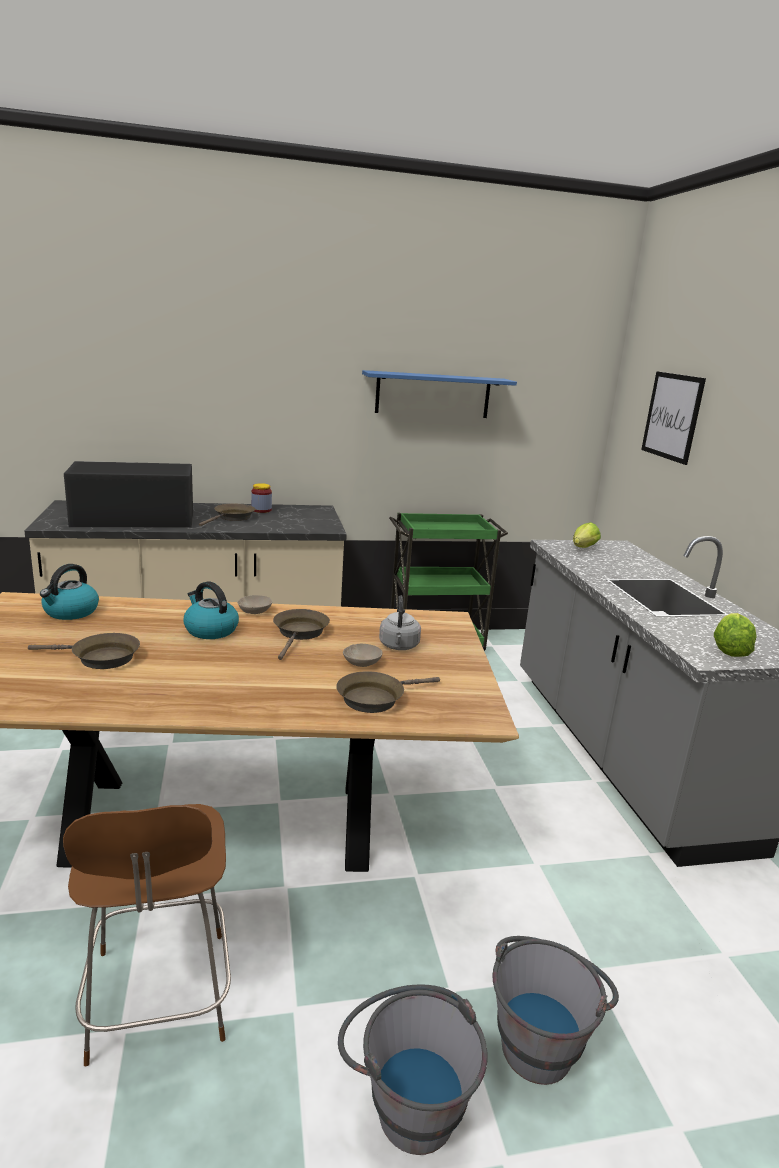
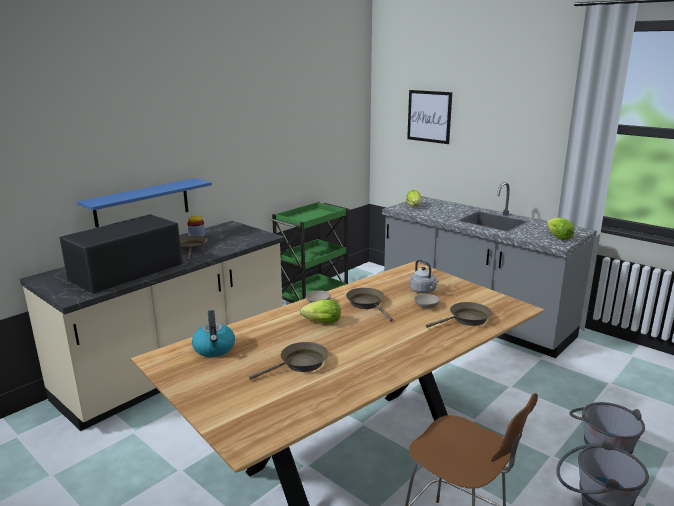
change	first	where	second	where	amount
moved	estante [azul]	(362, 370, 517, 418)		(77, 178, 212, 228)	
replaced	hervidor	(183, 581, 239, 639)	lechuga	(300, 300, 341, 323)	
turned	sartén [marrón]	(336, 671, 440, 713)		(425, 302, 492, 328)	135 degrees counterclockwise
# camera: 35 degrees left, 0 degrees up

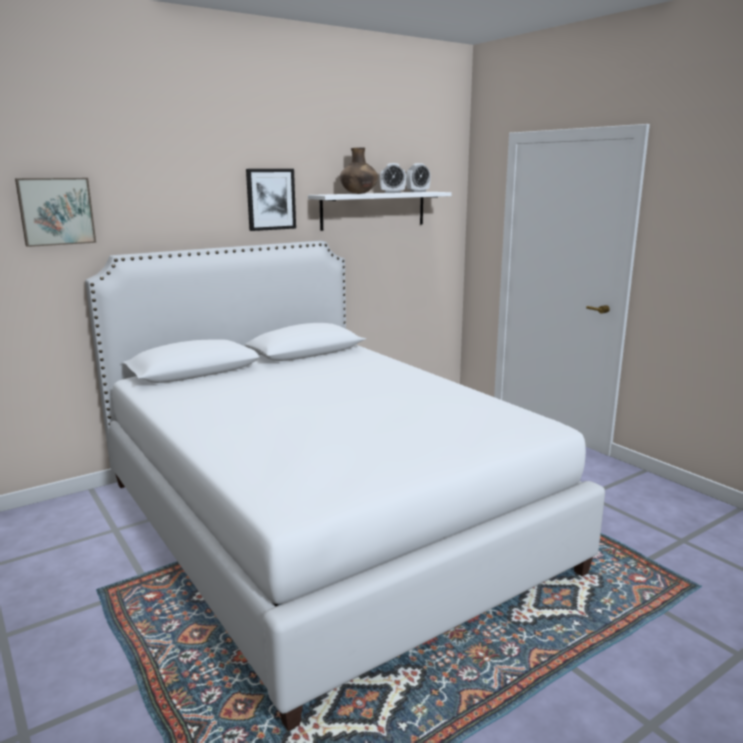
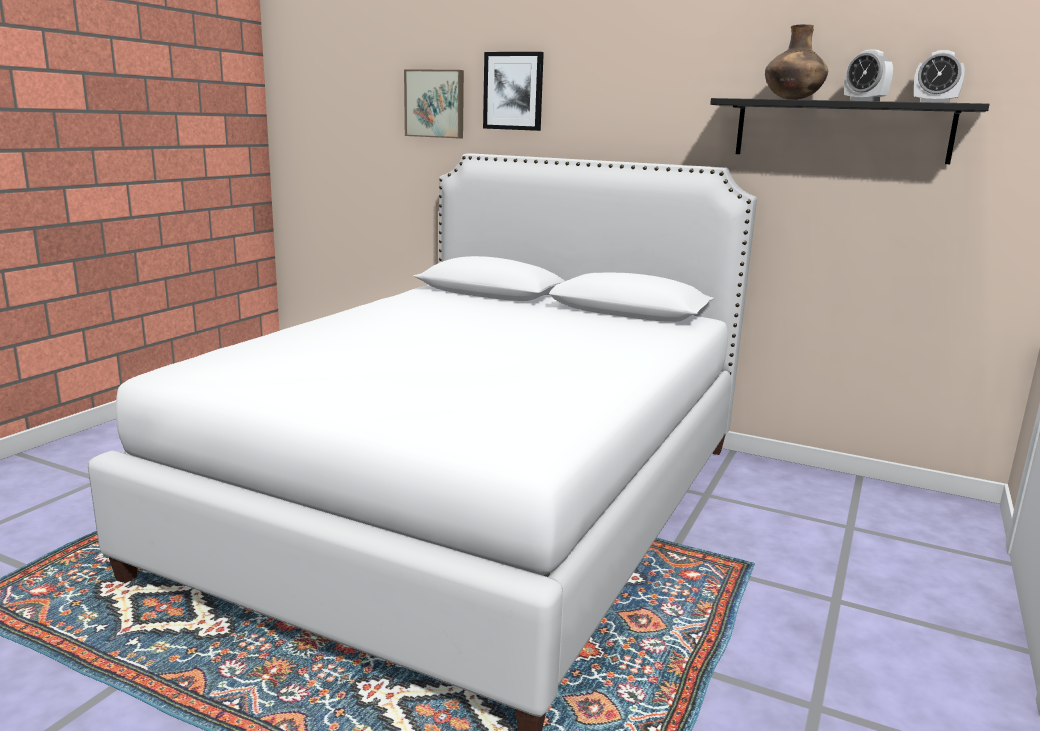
change	first	where	second	where	amount
moved	cuadro	(246, 169, 296, 231)		(483, 52, 544, 131)	
recoloured	estante [blanco]	(308, 192, 452, 231)	estante [negro]	(710, 98, 990, 164)	
# camera: 60 degrees right, 0 degrees up

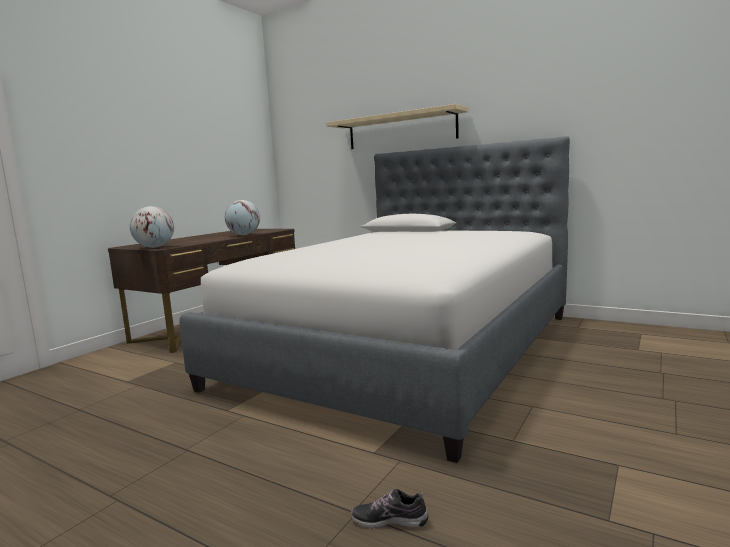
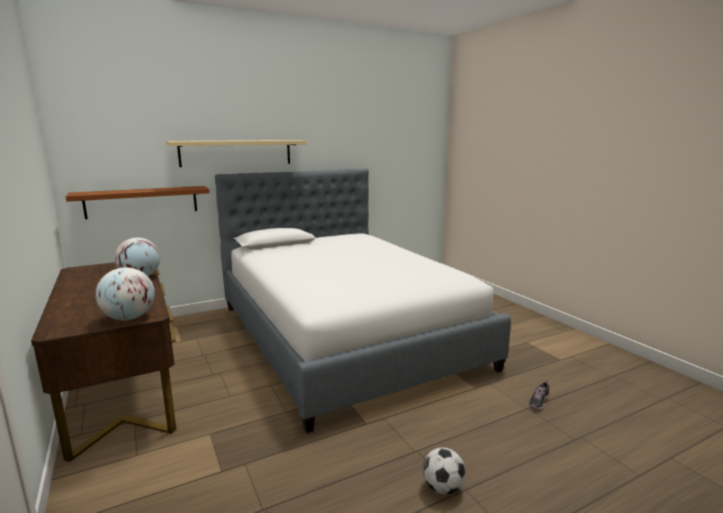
change	first	where	second	where	amount
added			estante [marrón]	(66, 186, 209, 219)	
added			balón de fútbol	(423, 447, 466, 495)	
# camera: 60 degrees left, 5 degrees up

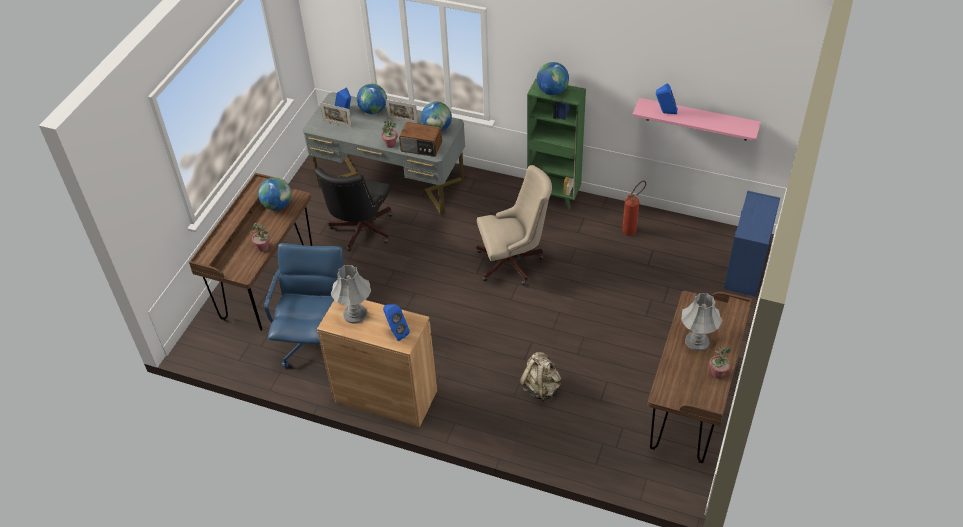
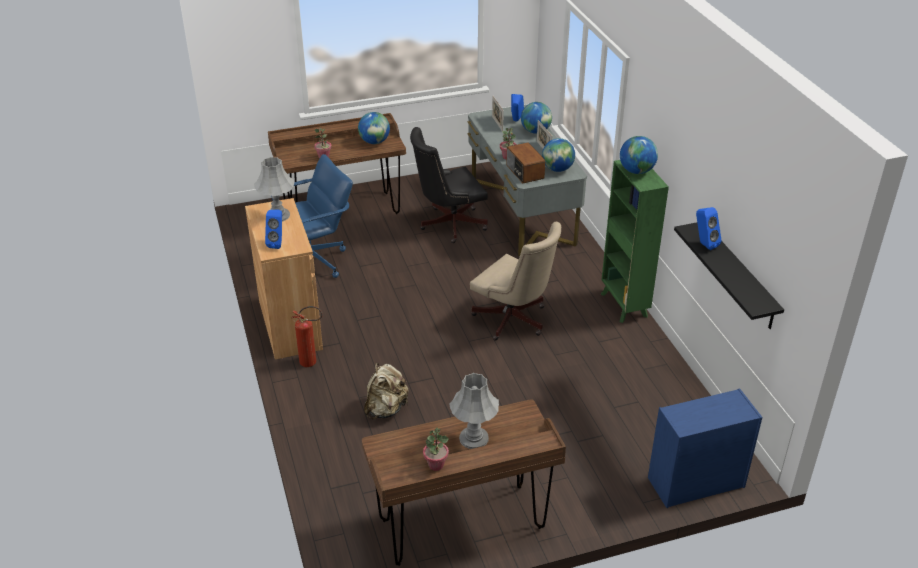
change	first	where	second	where	amount
moved	extintor	(622, 181, 646, 236)		(292, 306, 323, 367)	
recoloured	estante [rosa]	(632, 98, 761, 141)	estante [negro]	(674, 222, 784, 329)	
# camera: 50 degrees right, 10 degrees down

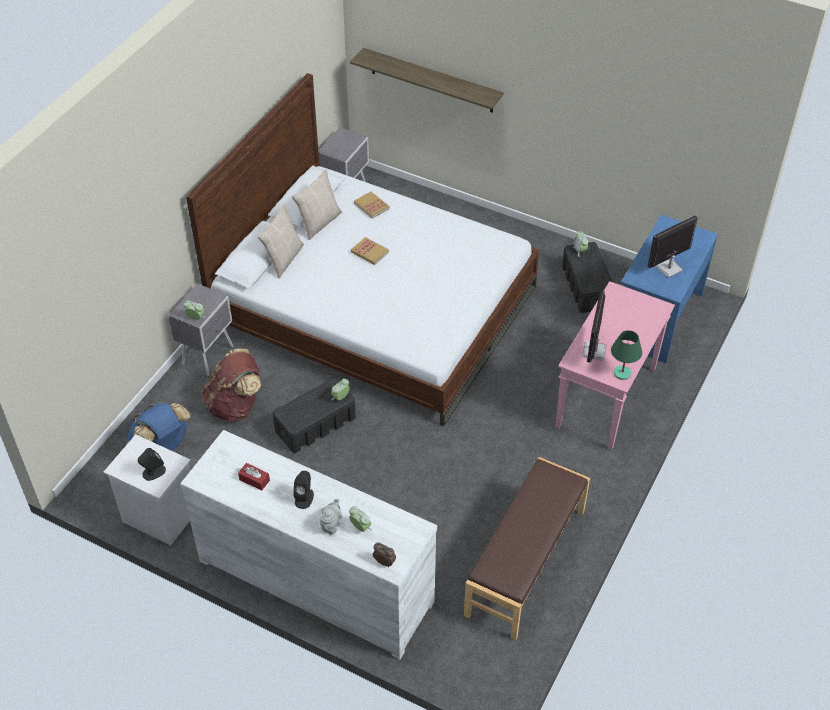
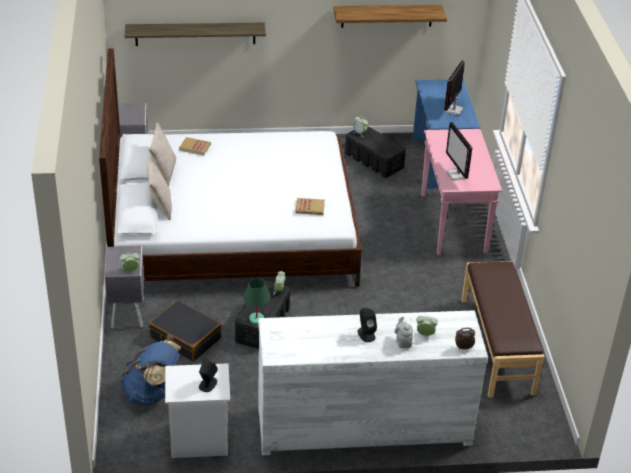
change	first	where	second	where	amount
replaced	mochila [marrón]	(201, 349, 261, 422)	maleta [negro]	(149, 300, 222, 362)	
moved	lámpara de mesa [verde]	(611, 330, 642, 380)		(243, 278, 271, 324)	
moved	libro	(351, 237, 389, 265)		(295, 198, 325, 215)	
added			estante	(333, 5, 447, 28)	
removed	caja de pañuelos [rojo]	(238, 463, 270, 491)			
# camera: 35 degrees left, 10 degrees down

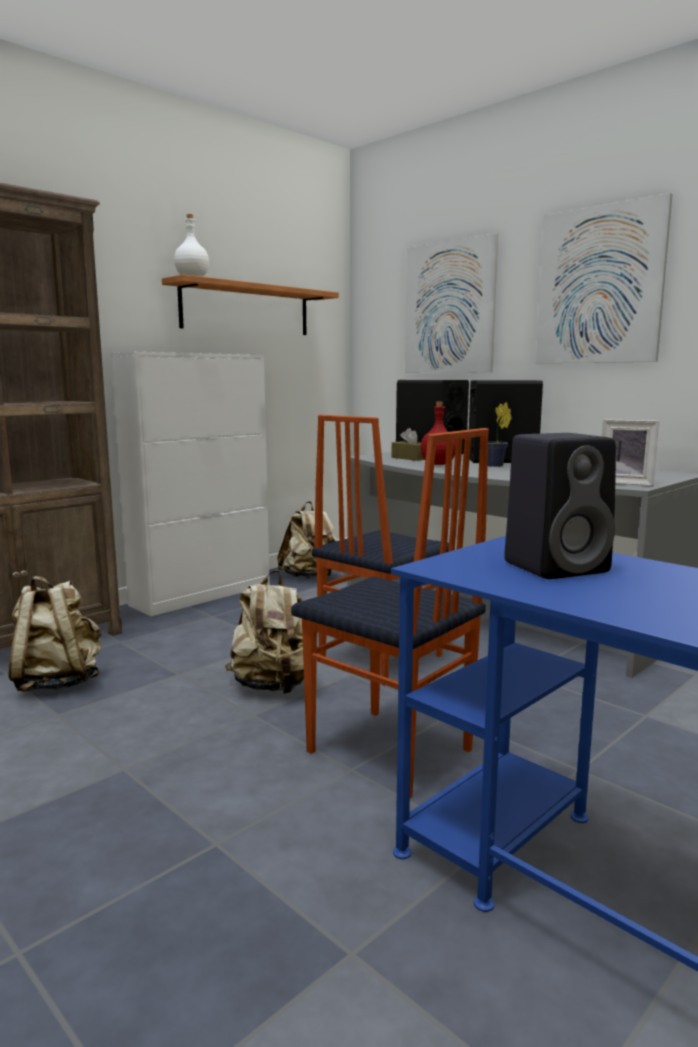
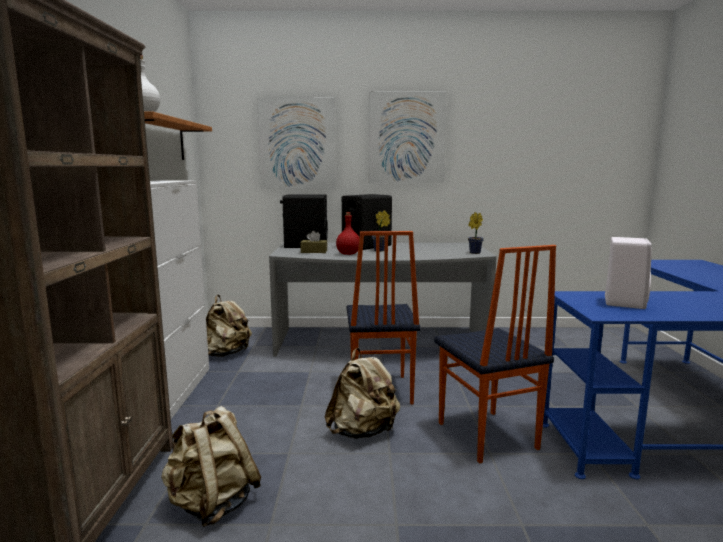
change	first	where	second	where	amount
turned	silla	(291, 428, 489, 798)		(434, 245, 556, 463)	75 degrees clockwise
replaced	portarretratos	(602, 419, 659, 486)	planta en maceta	(468, 212, 484, 254)	
recoloured	altavoz [negro]	(504, 433, 616, 579)	altavoz [blanco]	(605, 237, 652, 309)	
# camera: 45 degrees left, 0 degrees up

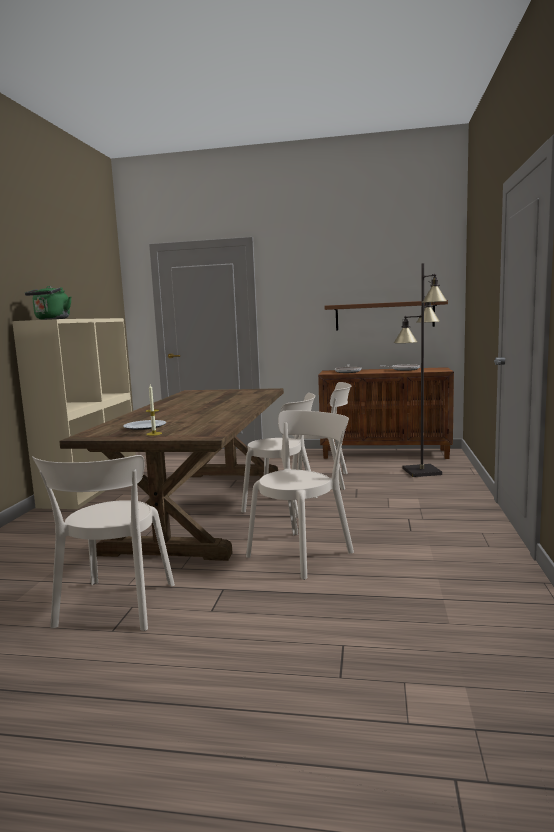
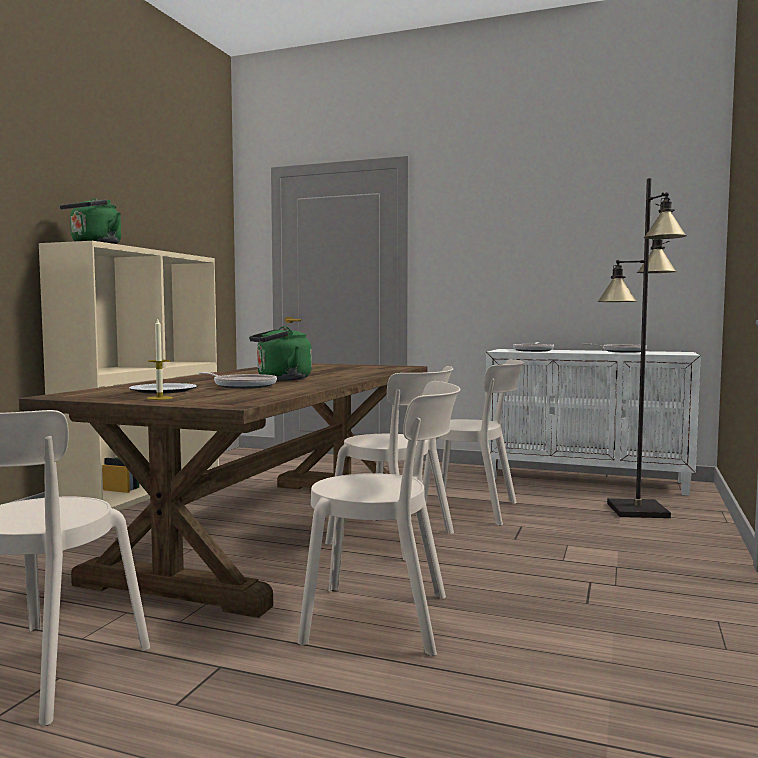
change	first	where	second	where	amount
added			sartén	(199, 372, 277, 389)	
added			hervidor [verde]	(249, 326, 312, 380)	
turned	silla [beis]	(246, 410, 354, 580)		(297, 381, 461, 656)	45 degrees clockwise
recoloured	armario [marrón]	(318, 367, 454, 459)	armario [blanco]	(486, 349, 701, 496)	
removed	estante [marrón]	(324, 300, 448, 330)			
# camera: 10 degrees right, 5 degrees down

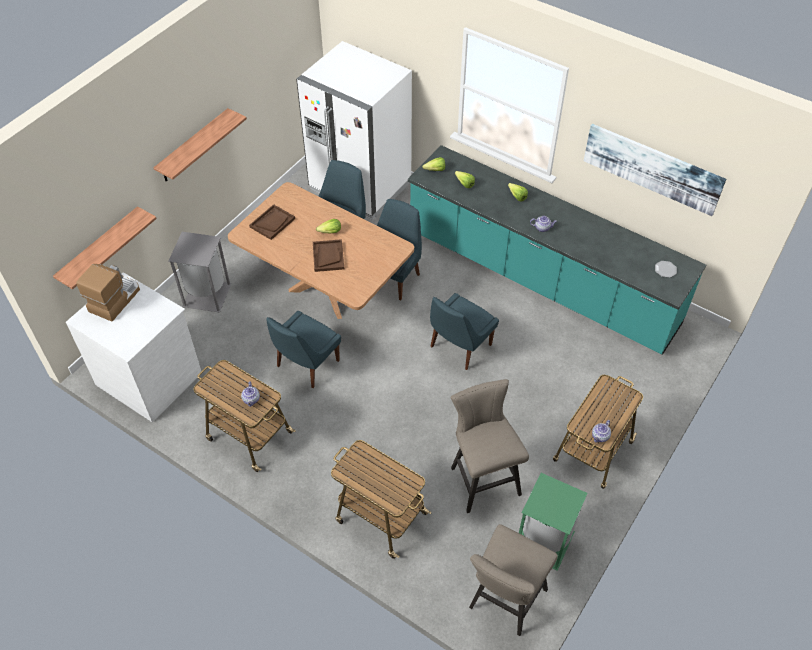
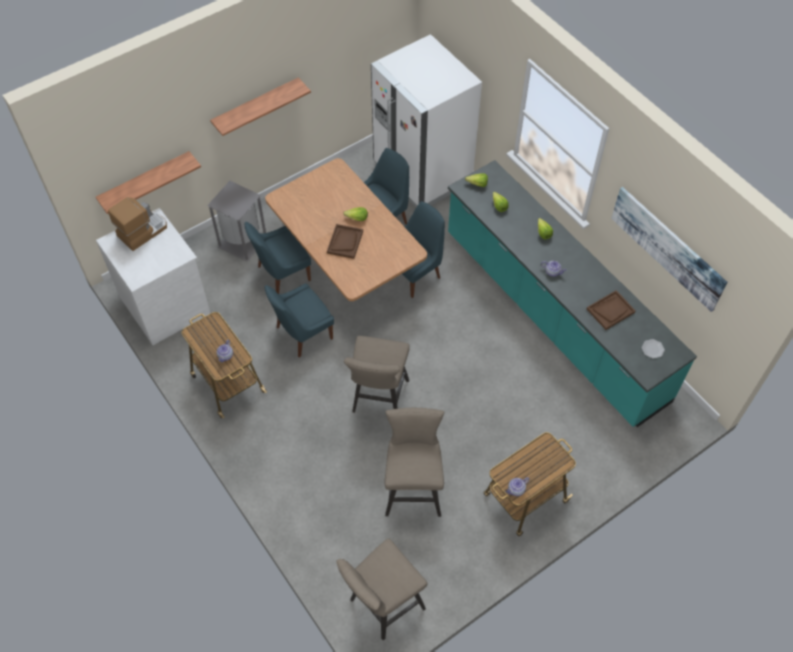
change	first	where	second	where	amount
moved	silla [azul]	(430, 293, 499, 370)		(245, 222, 311, 294)	
added			taburete [beis]	(344, 336, 410, 413)	
moved	bandeja [marrón]	(249, 204, 295, 240)		(587, 290, 636, 330)	
removed	carrito	(331, 440, 432, 559)			
removed	papelera [verde]	(519, 473, 588, 571)			
# camera: 20 degrees right, 5 degrees up

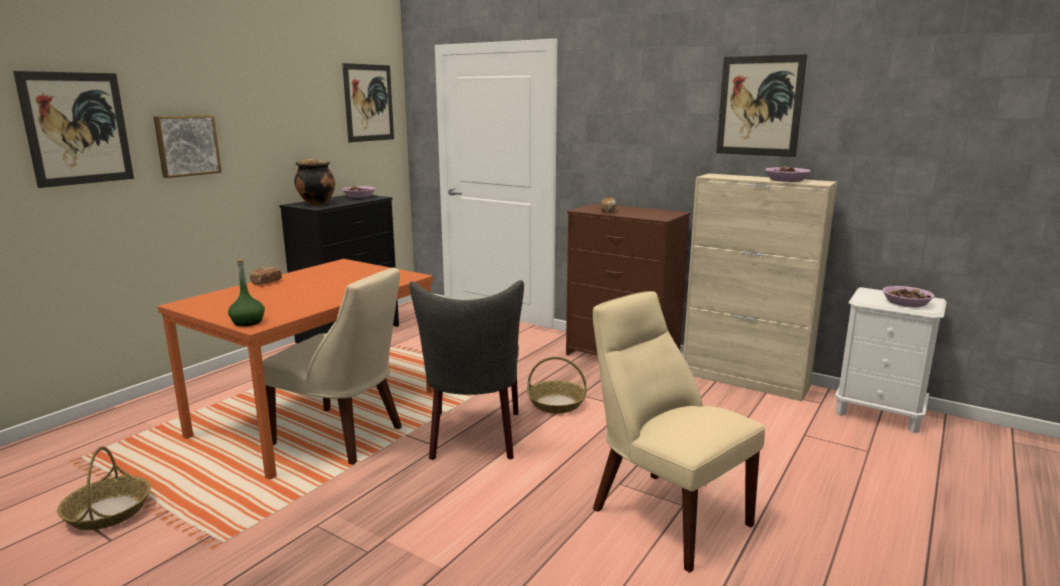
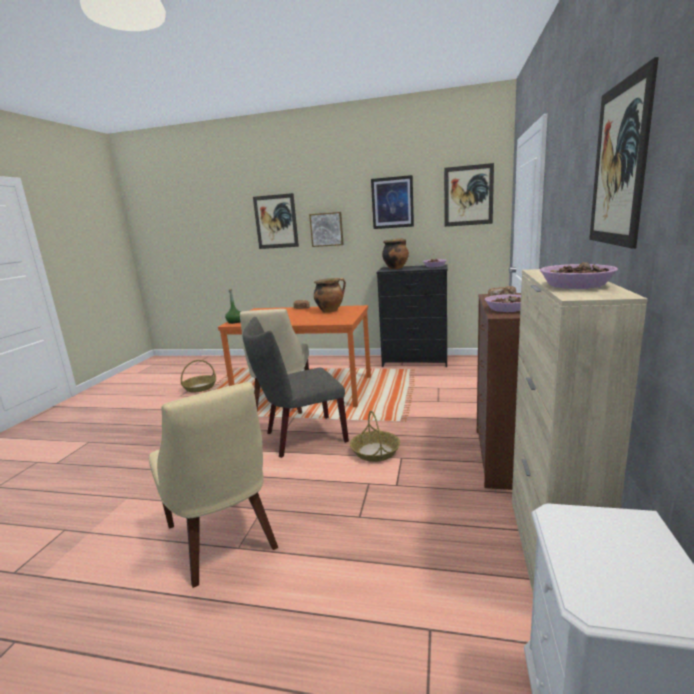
change	first	where	second	where	amount
turned	silla [beis]	(593, 291, 765, 573)		(149, 382, 278, 588)	120 degrees clockwise
added			olla	(314, 278, 346, 312)	
added			cuadro	(371, 175, 414, 229)	
moved	cuenco	(883, 286, 935, 307)		(485, 294, 521, 312)	
# camera: 70 degrees right, 0 degrees up

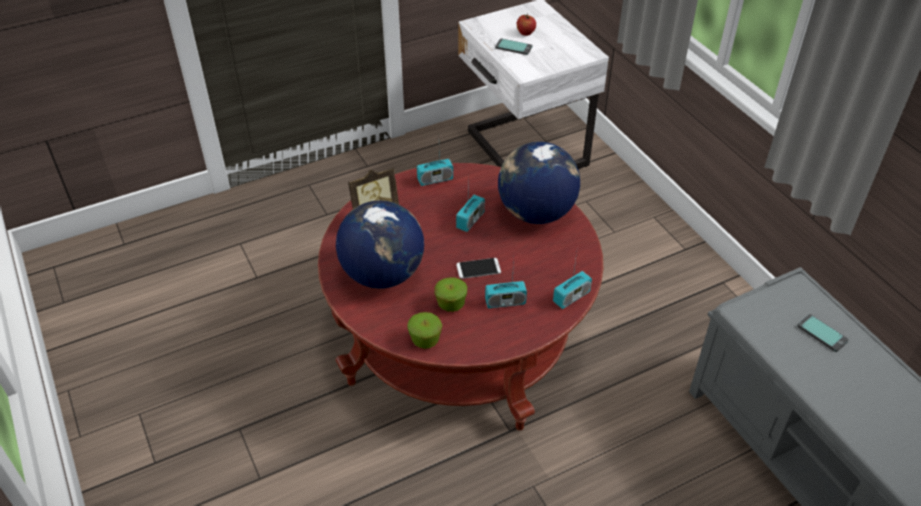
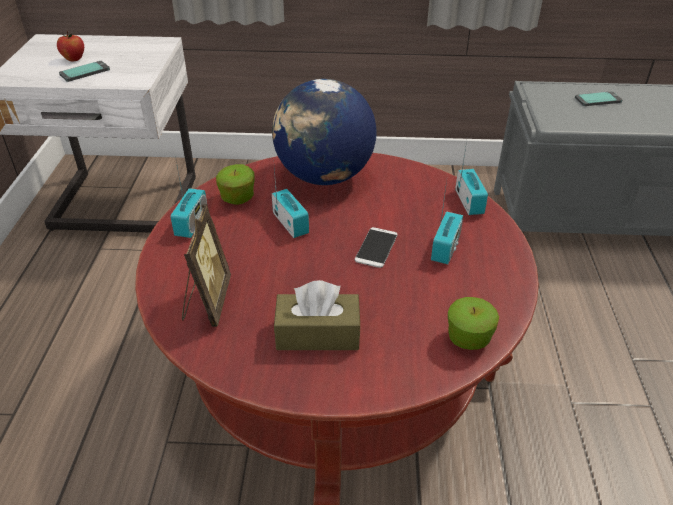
change	first	where	second	where	amount
moved	manzana	(434, 277, 467, 312)		(216, 164, 255, 205)	
replaced	globo terráqueo	(336, 200, 424, 289)	caja de pañuelos [marrón]	(274, 280, 361, 350)	
# camera: 60 degrees left, 5 degrees down

